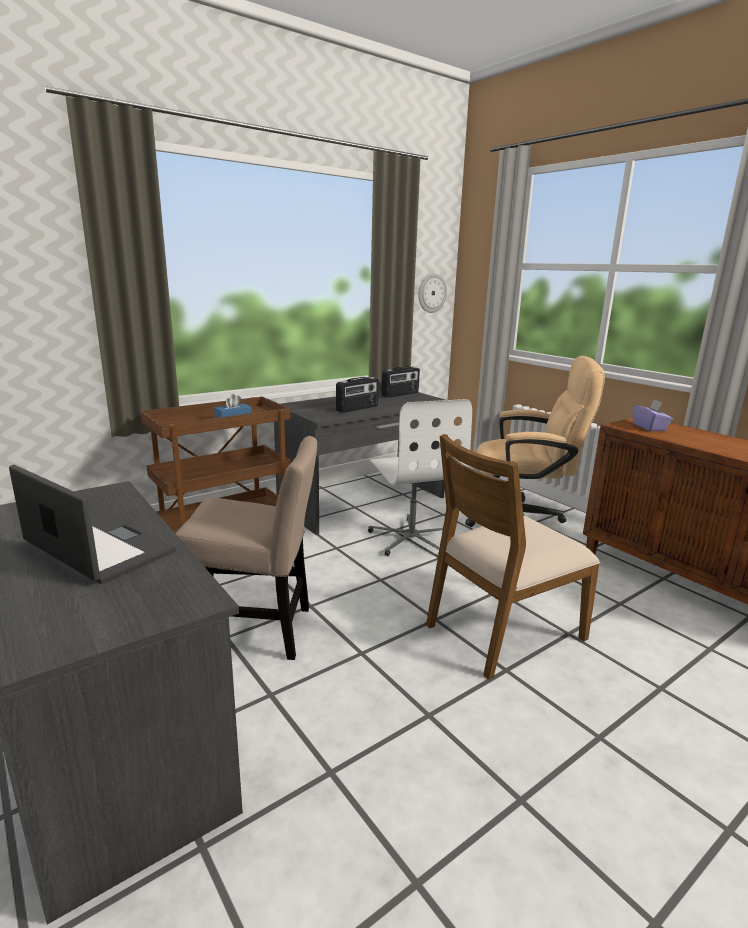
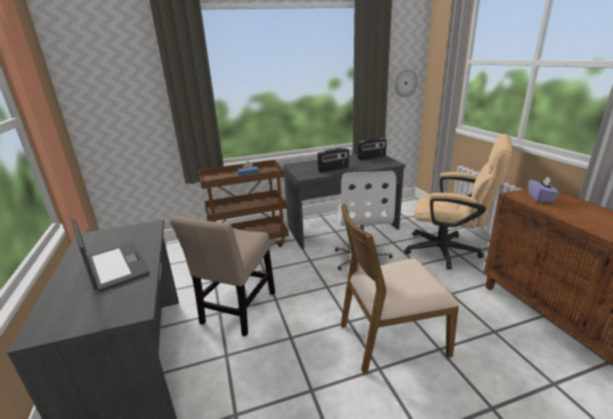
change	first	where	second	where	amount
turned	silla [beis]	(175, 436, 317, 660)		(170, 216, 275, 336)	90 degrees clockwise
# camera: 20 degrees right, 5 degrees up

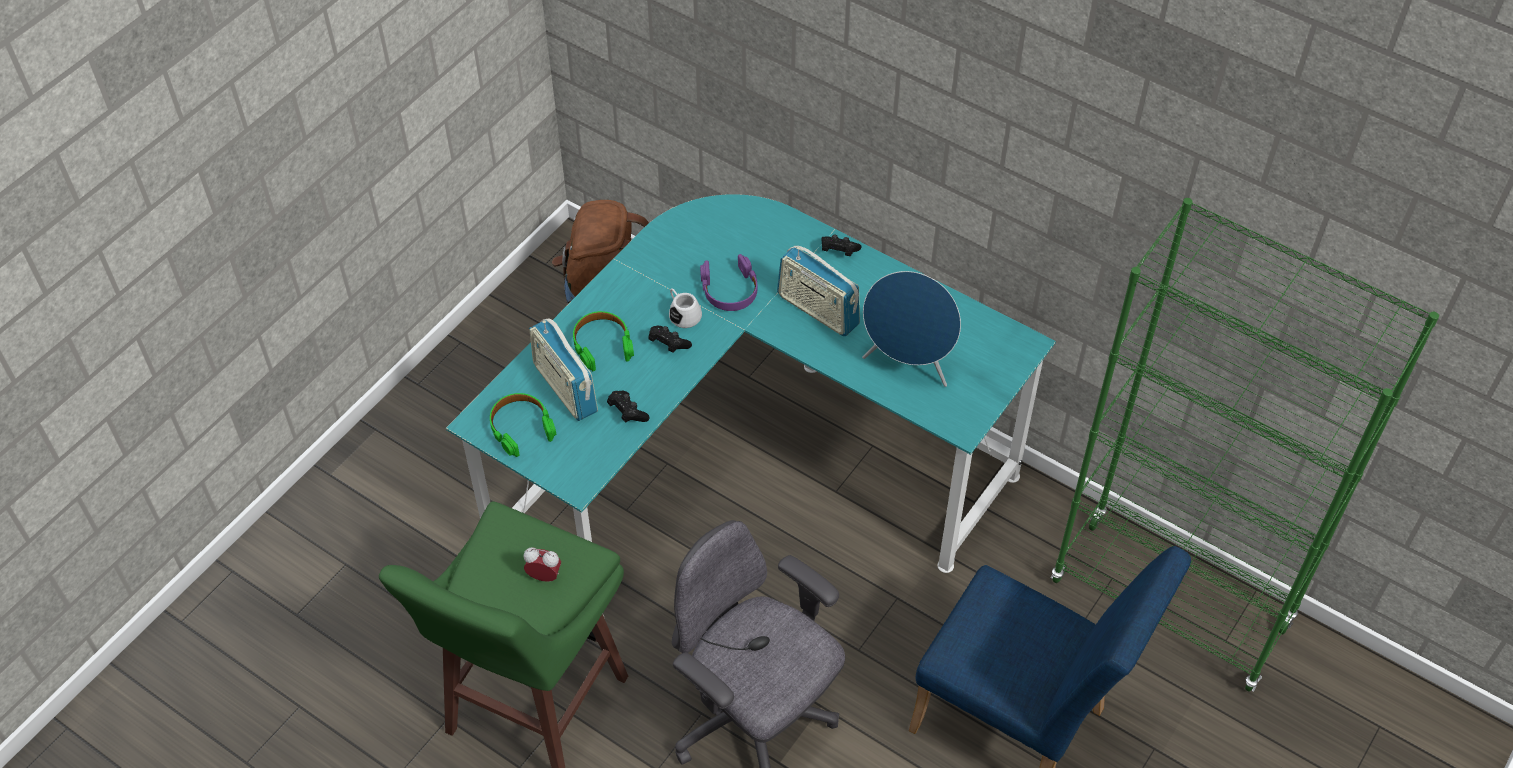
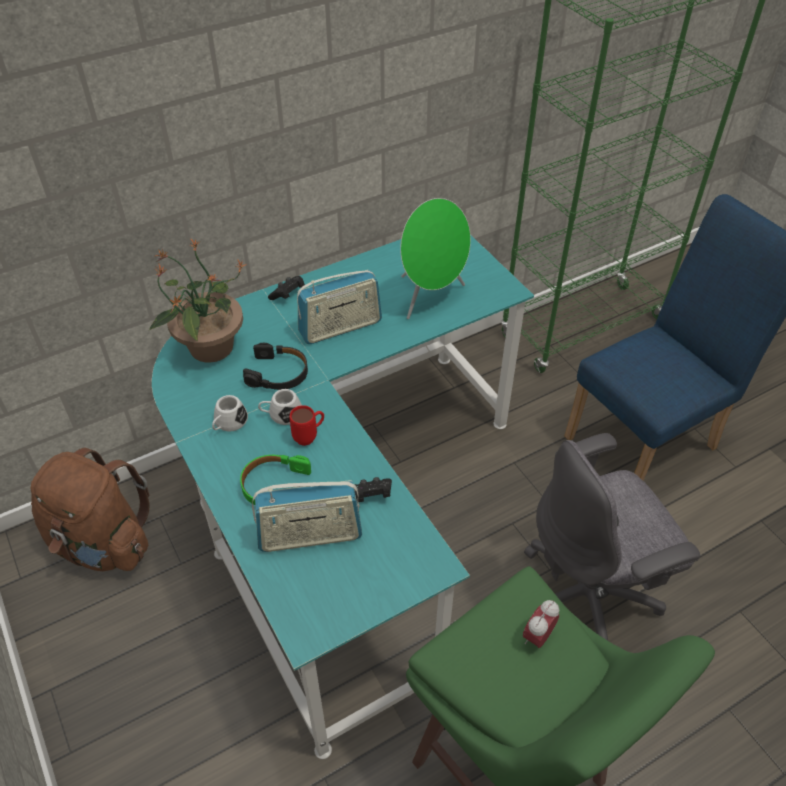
change	first	where	second	where	amount
added			planta en maceta	(149, 238, 247, 363)	
added			taza grande [blanco]	(212, 395, 248, 432)	
recoloured	auriculares [morado]	(700, 254, 757, 311)	auriculares [negro]	(243, 343, 308, 390)	
replaced	mando de consola [negro]	(648, 326, 692, 352)	taza grande [rojo]	(289, 405, 324, 446)	
recoloured	altavoz [azul]	(862, 271, 961, 387)	altavoz [verde]	(400, 198, 471, 319)	
removed	auriculares [verde]	(490, 393, 556, 457)			
# camera: 65 degrees left, 5 degrees down

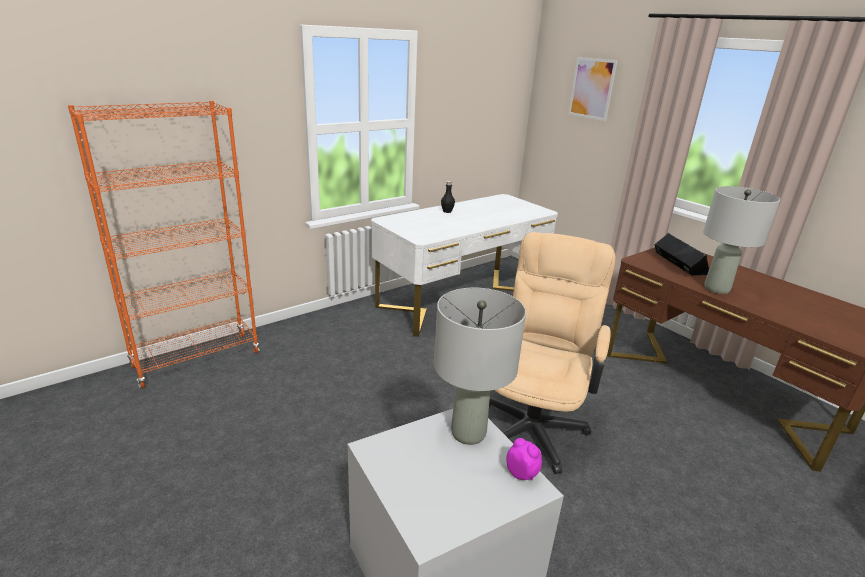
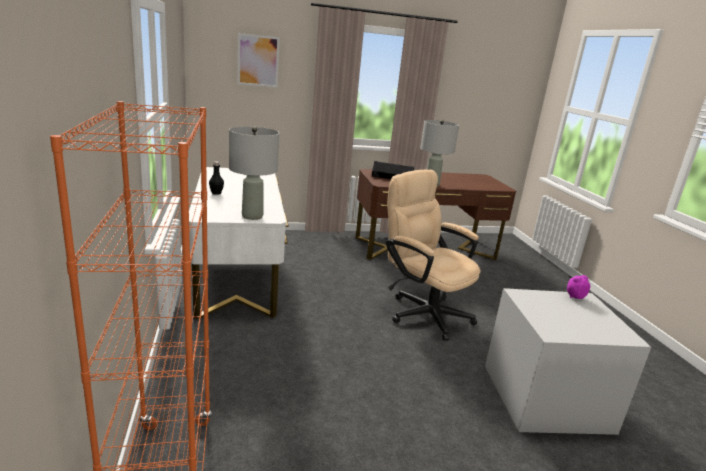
change	first	where	second	where	amount
moved	lámpara de mesa [gris]	(434, 288, 526, 445)		(229, 126, 279, 220)	
# camera: 65 degrees left, 5 degrees down

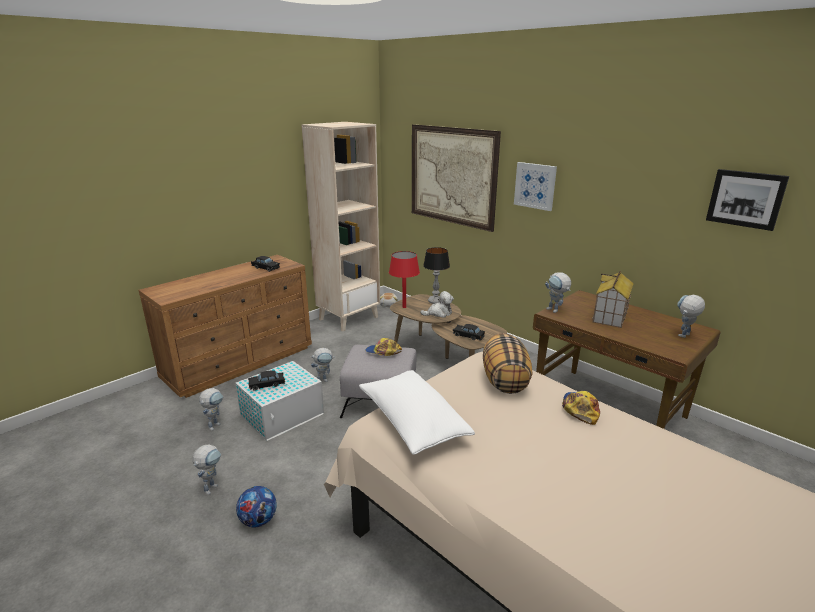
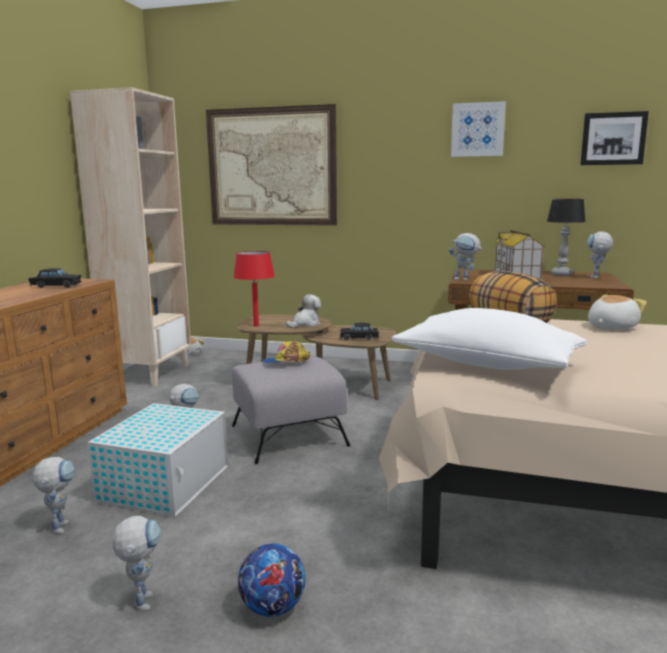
change	first	where	second	where	amount
moved	cuadro	(514, 162, 557, 211)		(451, 101, 506, 157)	
moved	lámpara de mesa	(423, 247, 450, 304)		(547, 199, 586, 276)	
replaced	gorra	(562, 391, 600, 425)	peluche	(588, 295, 647, 330)	
removed	coche de juguete [negro]	(248, 370, 285, 391)			
# camera: 30 degrees left, 10 degrees down

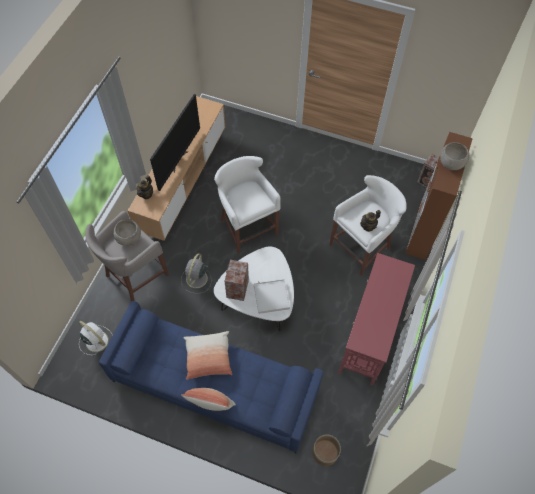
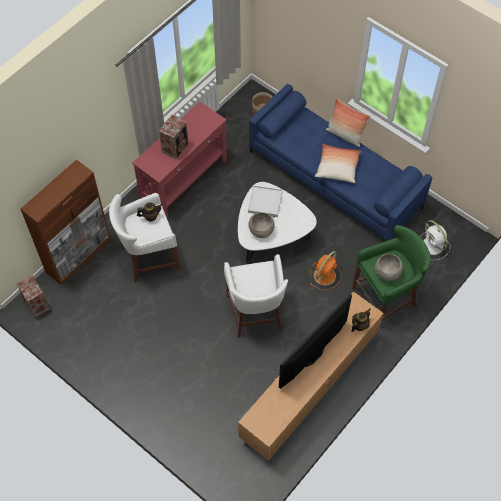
change	first	where	second	where	amount
moved	altavoz	(225, 260, 249, 301)		(159, 115, 189, 160)	
moved	cuenco [gris]	(440, 142, 470, 170)		(248, 212, 275, 238)	
recoloured	ventilador [gris]	(181, 253, 211, 293)	ventilador [naranja]	(310, 251, 342, 290)	
recoloured	taburete [gris]	(86, 211, 169, 301)	taburete [verde]	(352, 225, 431, 320)	
# camera: 160 degrees left, 0 degrees up

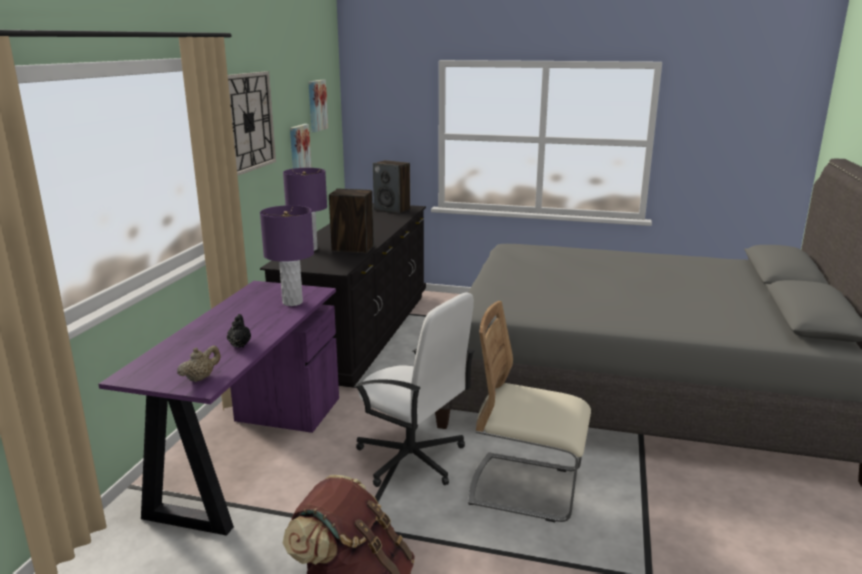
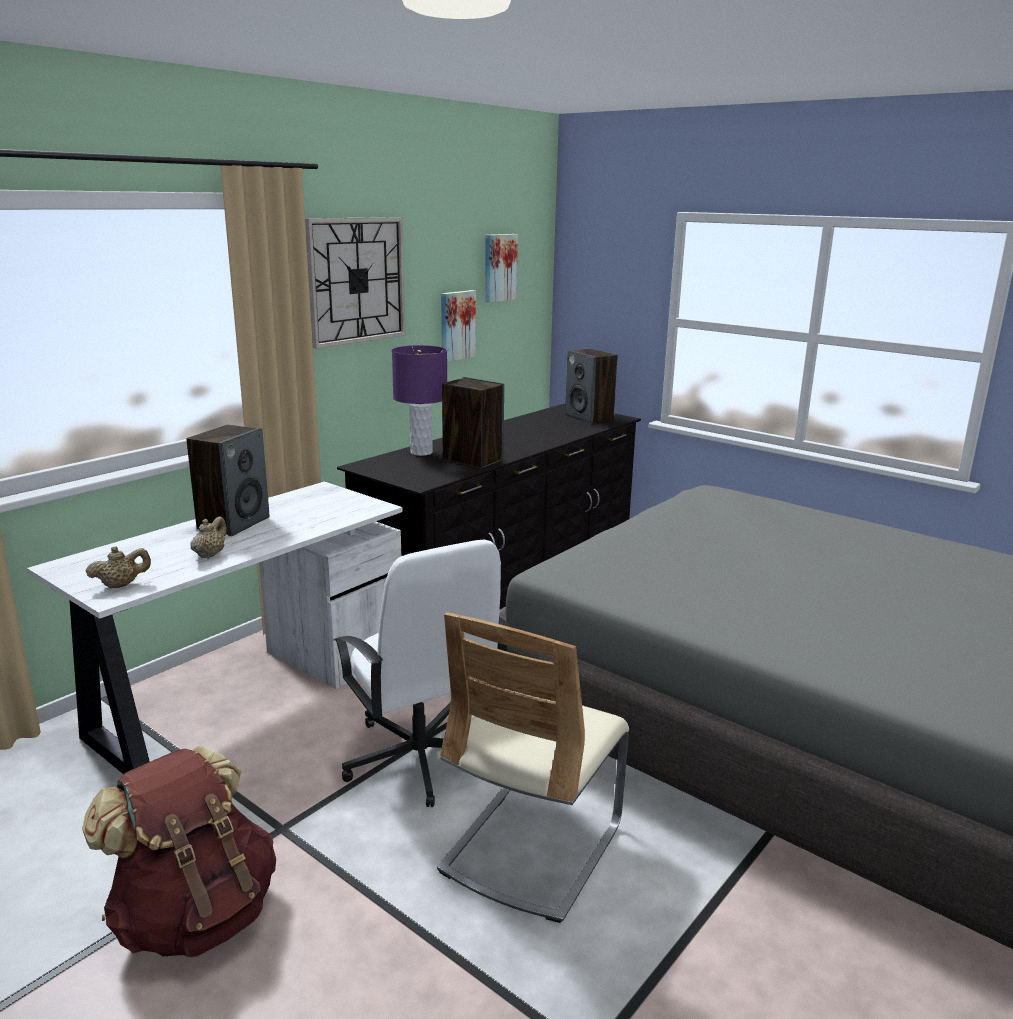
change	first	where	second	where	amount
recoloured	escritorio [morado]	(98, 281, 339, 536)	escritorio [blanco]	(27, 482, 402, 774)	
added			altavoz	(186, 425, 269, 536)	
recoloured	tetera [negro]	(227, 314, 251, 348)	tetera [beis]	(191, 517, 227, 559)	
turned	silla [beis]	(468, 301, 591, 522)		(437, 612, 629, 923)	105 degrees counterclockwise
removed	lámpara de mesa [morado]	(260, 205, 314, 306)			
# camera: 25 degrees right, 0 degrees up

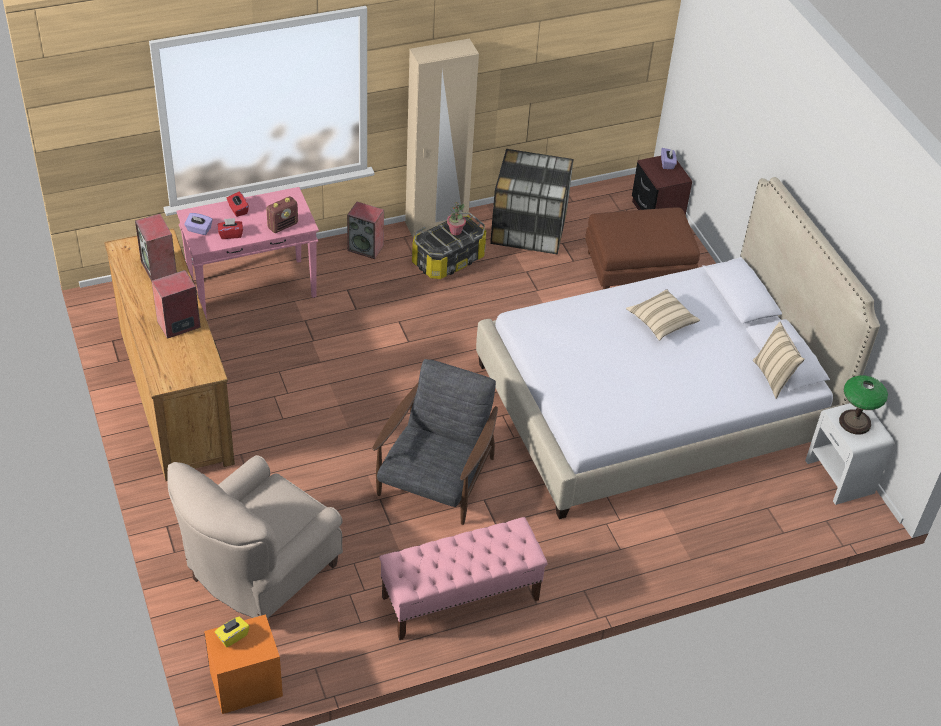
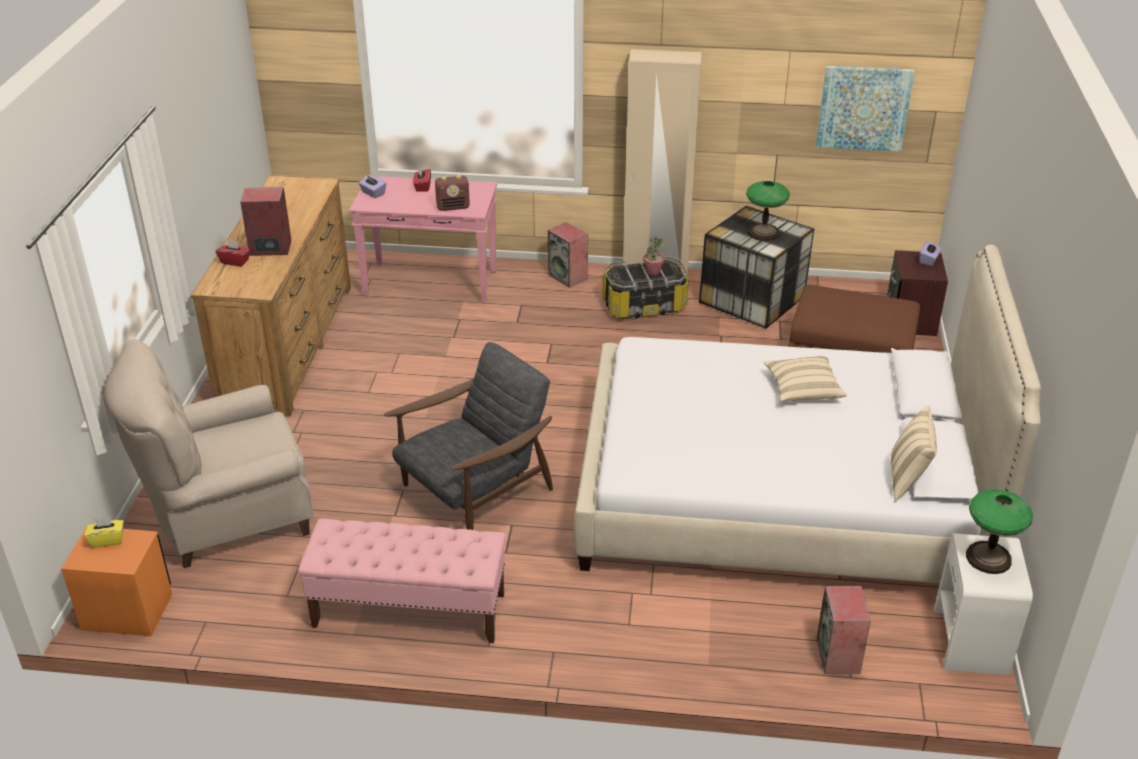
change	first	where	second	where	amount
moved	caja de pañuelos [rojo]	(218, 218, 243, 239)		(216, 240, 250, 266)	
added			lámpara de mesa	(746, 181, 790, 241)	
added			cuadro	(816, 66, 915, 151)	
moved	altavoz	(135, 214, 177, 281)		(817, 586, 871, 674)	
# camera: 30 degrees right, 10 degrees down

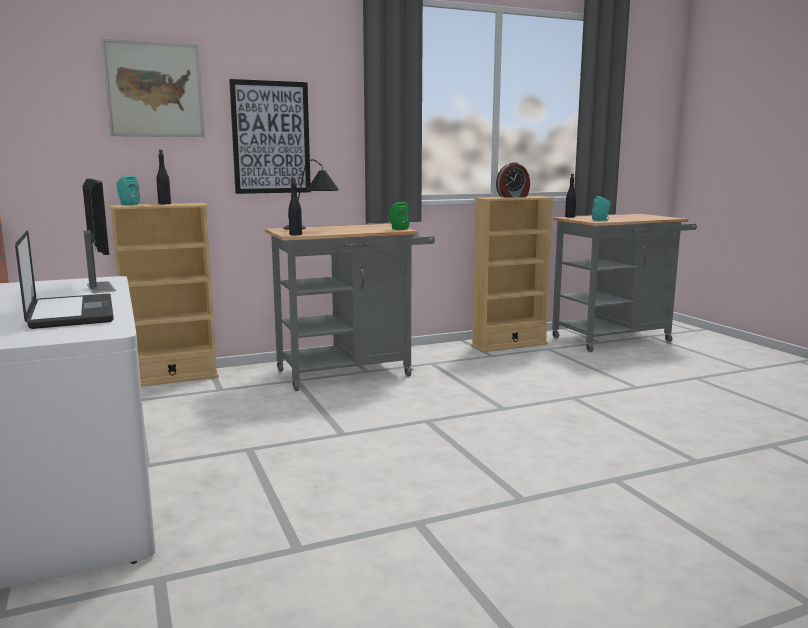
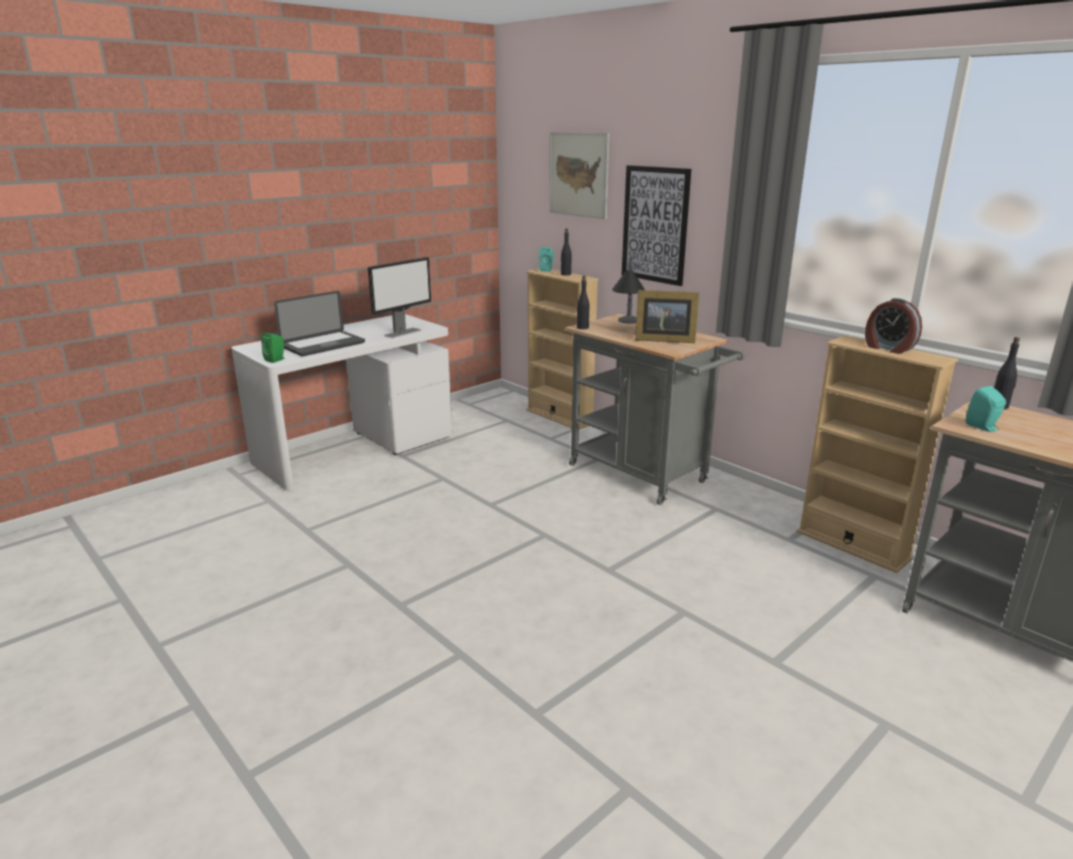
change	first	where	second	where	amount
moved	altavoz [verde]	(390, 202, 410, 230)		(261, 332, 284, 363)	
added			portarretratos	(635, 290, 699, 343)	
# camera: 70 degrees right, 10 degrees up

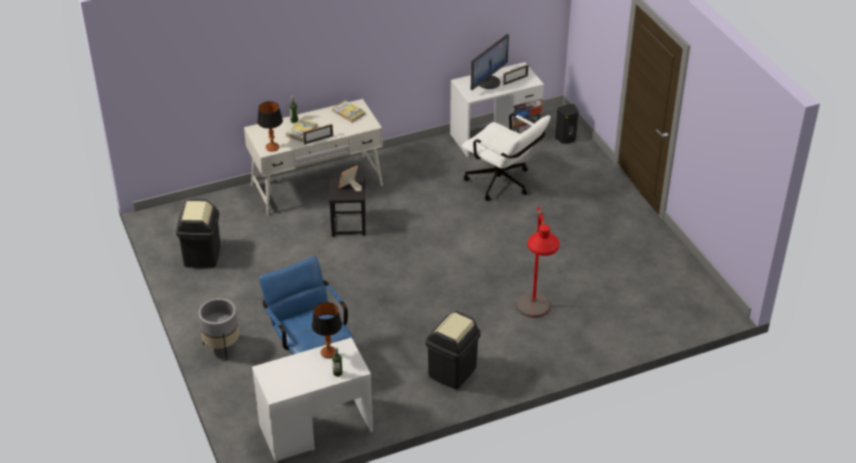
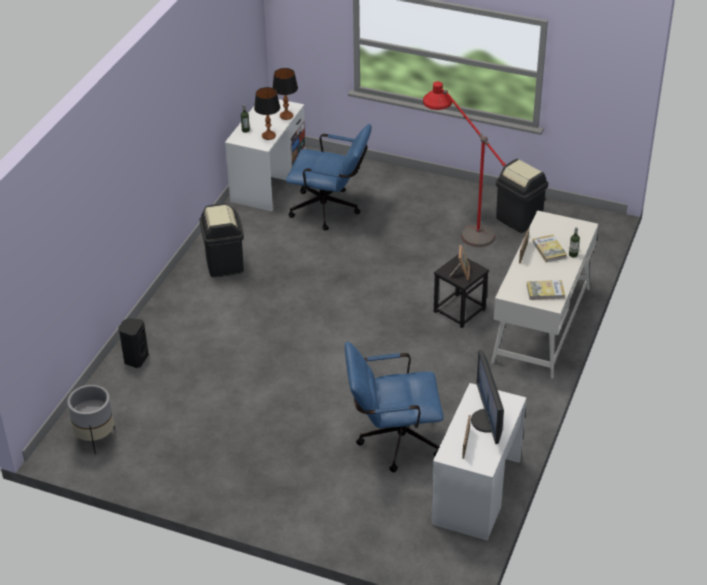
change	first	where	second	where	amount
moved	maceta [gris]	(198, 298, 239, 360)		(67, 385, 115, 454)	
moved	altavoz [negro]	(555, 104, 578, 144)		(119, 318, 149, 368)	
moved	lámpara de mesa	(257, 101, 283, 152)		(272, 68, 298, 120)	
recoloured	silla de oficina [blanco]	(462, 113, 551, 201)	silla de oficina [azul]	(345, 341, 443, 472)	
moved	lámpara de pie [rojo]	(516, 207, 559, 318)		(423, 81, 506, 247)	
# camera: 135 degrees right, 0 degrees up

